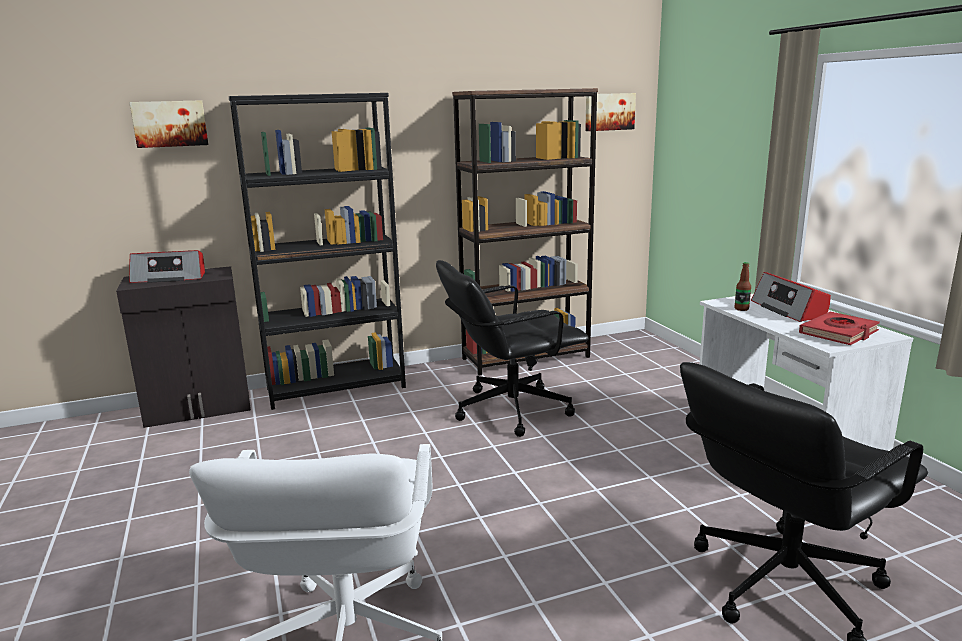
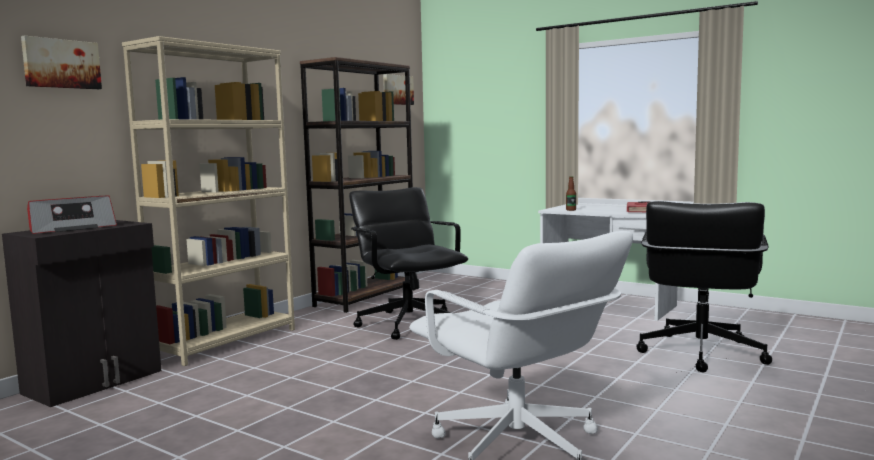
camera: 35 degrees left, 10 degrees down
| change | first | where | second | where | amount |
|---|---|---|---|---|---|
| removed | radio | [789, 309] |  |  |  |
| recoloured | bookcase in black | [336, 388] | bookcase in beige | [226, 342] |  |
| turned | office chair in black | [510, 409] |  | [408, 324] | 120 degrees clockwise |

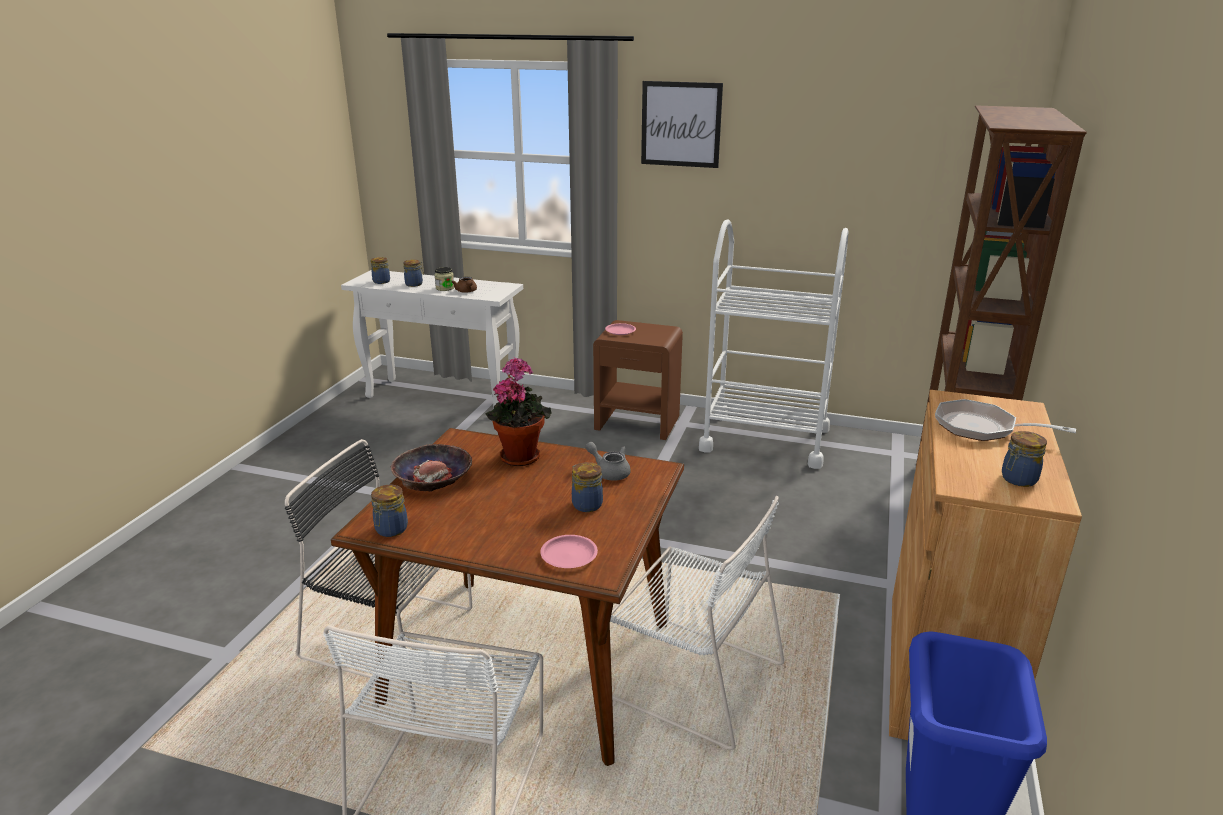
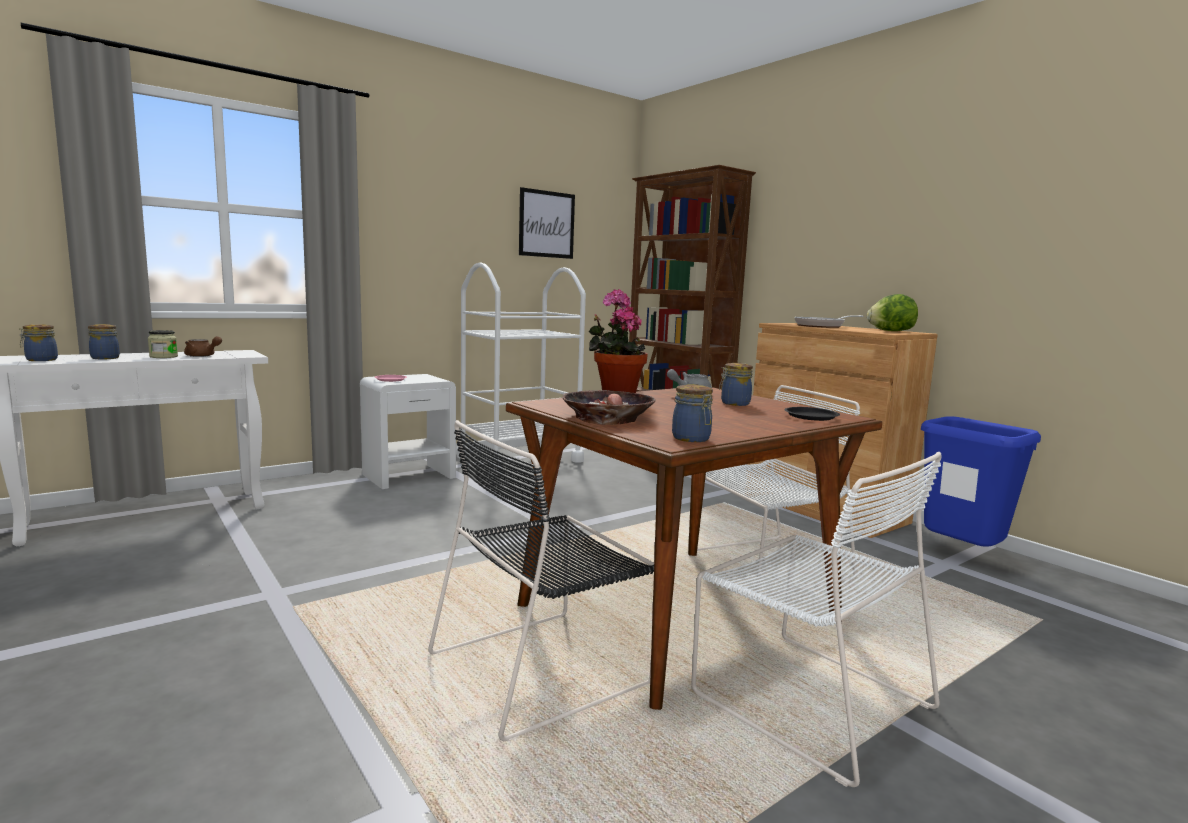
camera: 55 degrees left, 15 degrees down
| change | first | where | second | where | amount |
|---|---|---|---|---|---|
| moved | picture | [681, 124] |  | [546, 224] |  |
| replaced | jar | [1017, 479] | lettuce | [890, 331] |  |
| recoloured | plate in pink | [569, 555] | plate in black | [810, 417] |  |
| recoloured | nightstand in brown | [638, 422] | nightstand in white | [409, 476] |  |

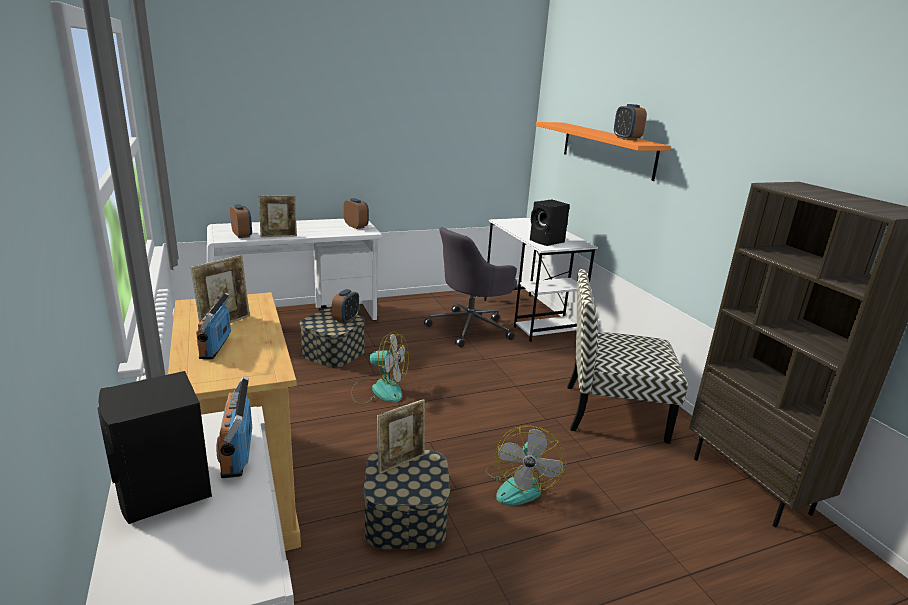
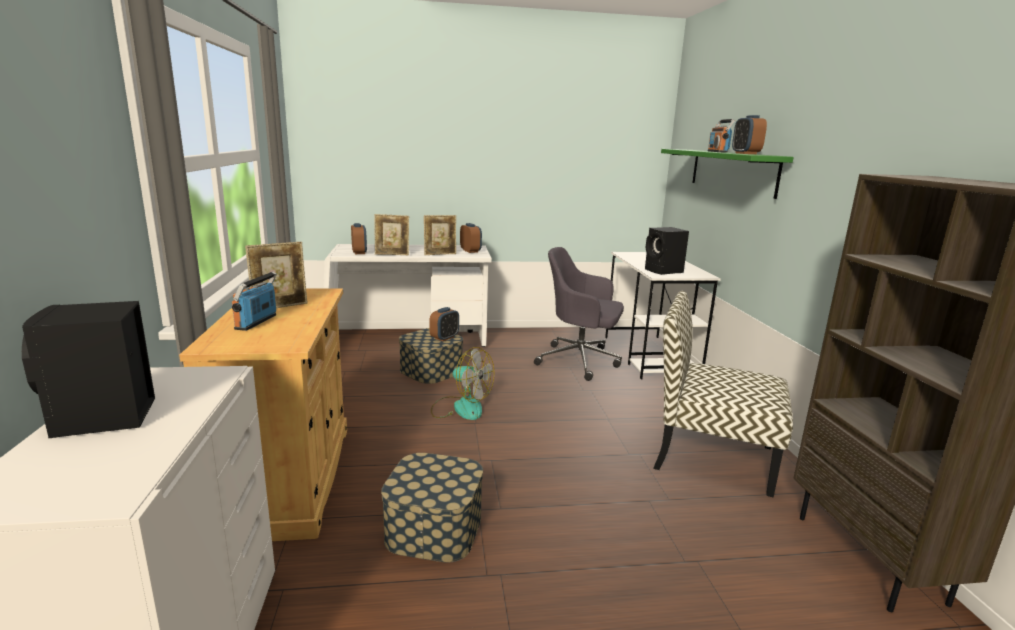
camera: 15 degrees right, 5 degrees down
| change | first | where | second | where | amount |
|---|---|---|---|---|---|
| removed | fan | [520, 485] |  |  |  |
| moved | radio | [236, 453] |  | [717, 152] |  |
| moved | picture frame | [401, 462] |  | [440, 254] |  |
| recoloured | shelf in orange | [607, 149] | shelf in green | [732, 171] |  |
| turned | office chair in grey | [471, 328] |  | [580, 361] | 45 degrees clockwise |

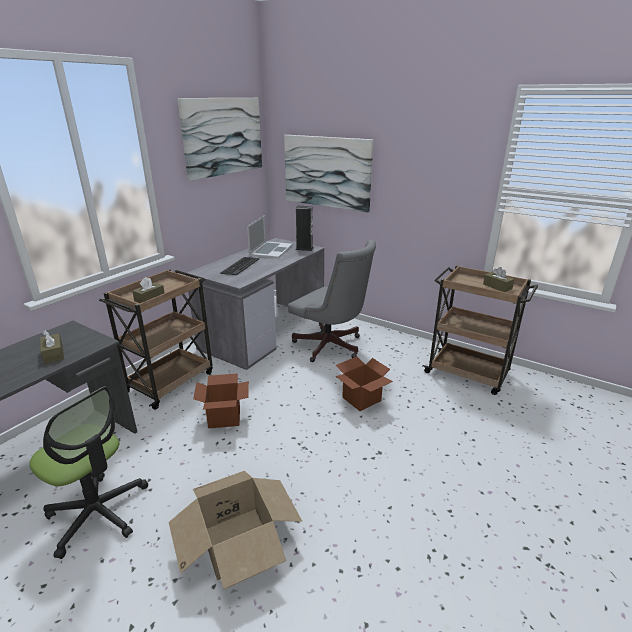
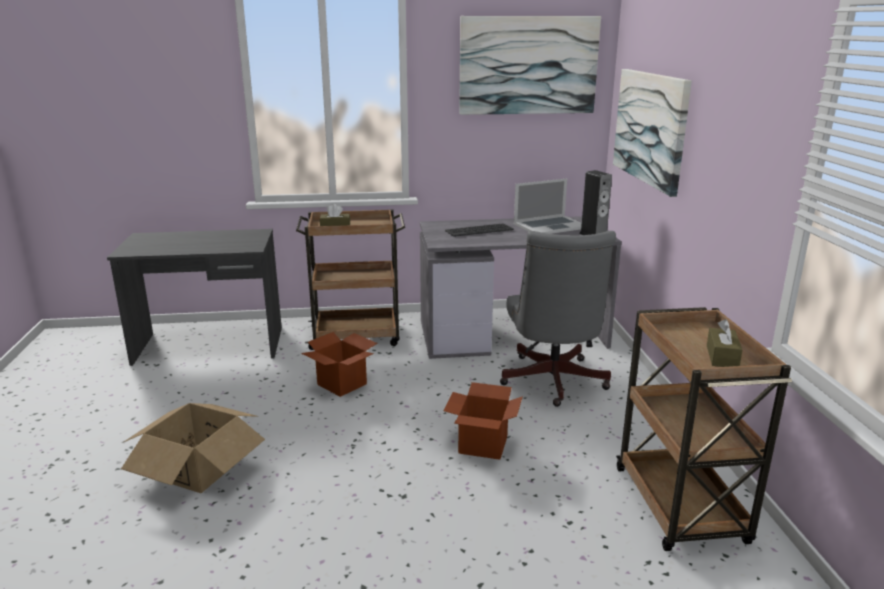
camera: 50 degrees right, 5 degrees down
| change | first | where | second | where | amount |
|---|---|---|---|---|---|
| removed | office chair | [98, 513] |  |  |  |
| removed | tissue box in brown | [53, 354] |  |  |  |

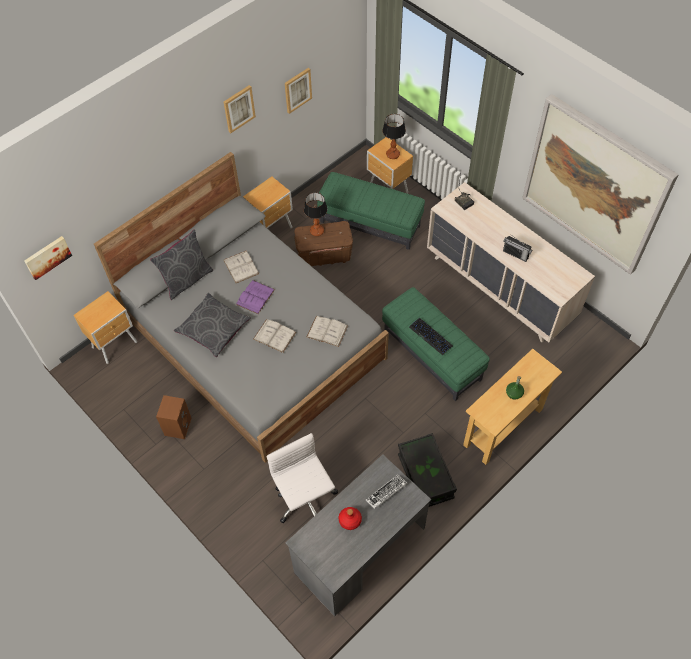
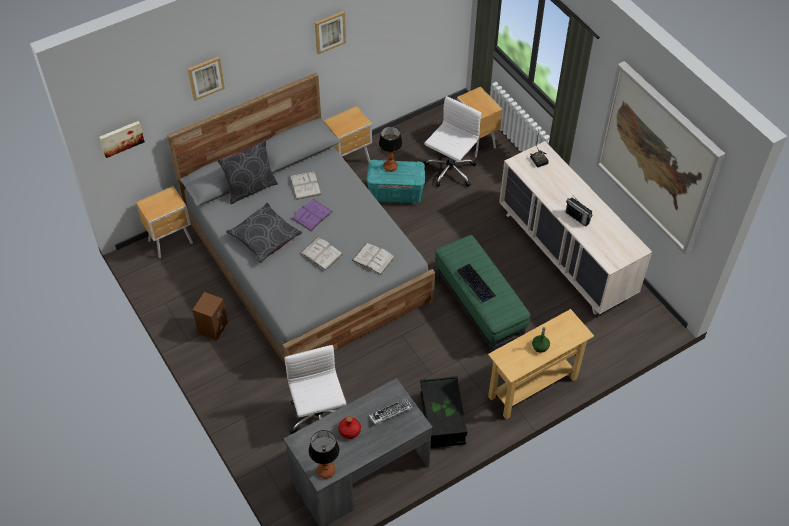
camera: 10 degrees right, 5 degrees down
| change | first | where | second | where | amount |
|---|---|---|---|---|---|
| moved | picture | [297, 90] |  | [205, 77] |  |
| moved | table lamp | [392, 155] |  | [325, 471] |  |
| replaced | ottoman in green | [370, 223] | office chair in white | [449, 171] |  |
| recoloured | storage box in brown | [324, 255] | storage box in turquoise | [396, 193] |  |

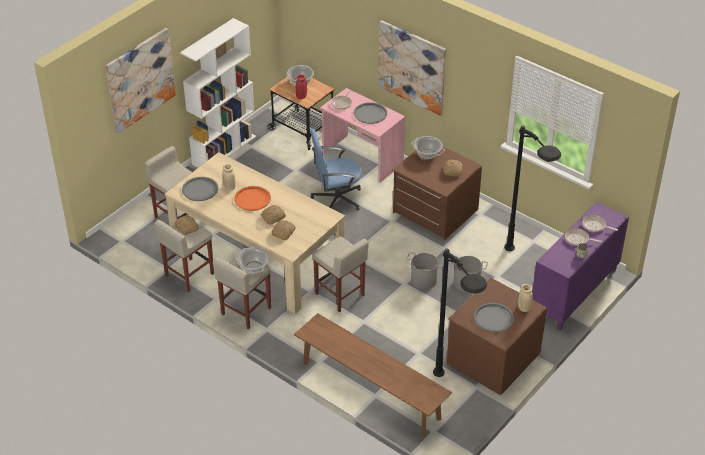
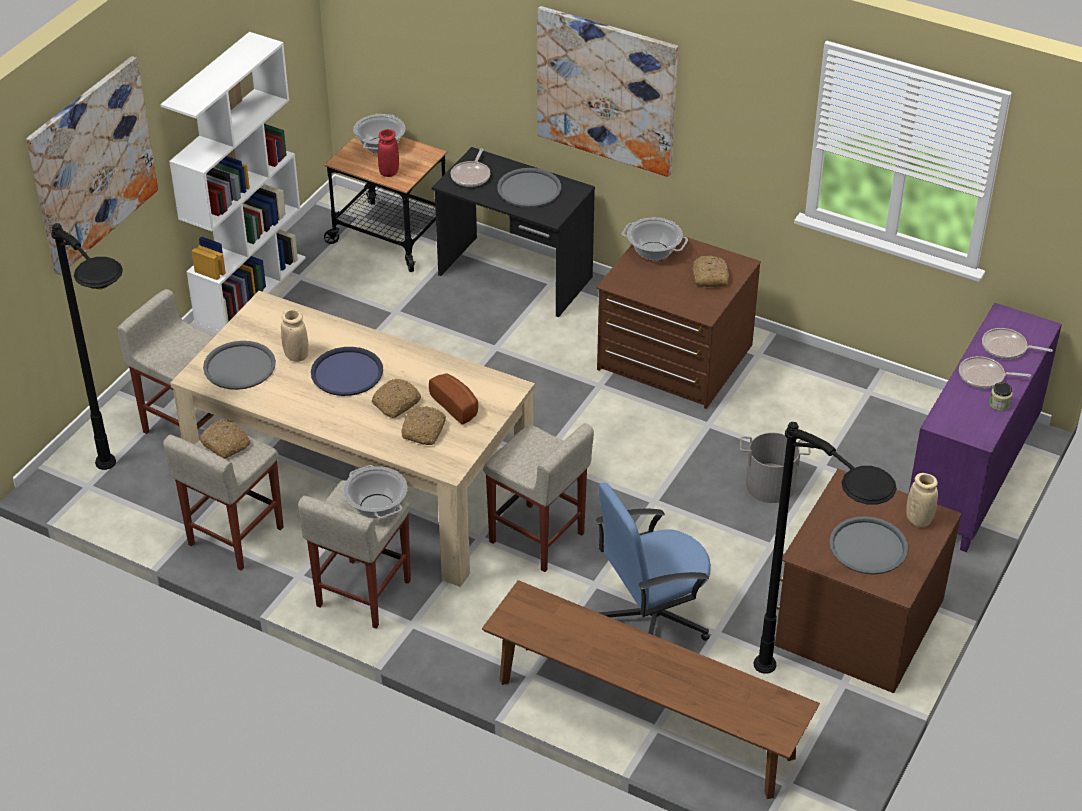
camera: 10 degrees left, 0 degrees up
| change | first | where | second | where | amount |
|---|---|---|---|---|---|
| removed | bucket in grey | [423, 280] |  |  |  |
| added |  |  | bread | [457, 405] |  |
| moved | office chair in blue | [336, 199] |  | [652, 618] |  |
| moved | floor lamp in black | [526, 269] |  | [134, 501] |  |
| recoloured | tray in orange | [252, 199] | tray in blue | [347, 373] |  |
| recoloured | desk in pink | [362, 159] | desk in black | [514, 277] |  |

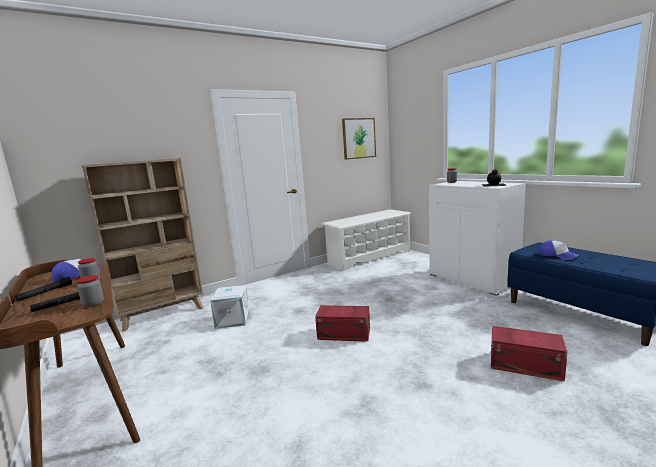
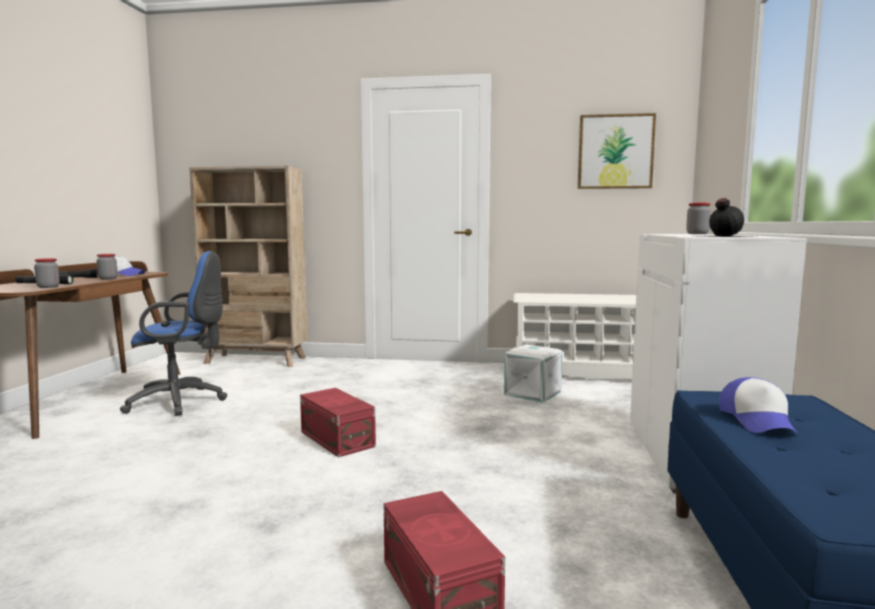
camera: 40 degrees right, 5 degrees down
| change | first | where | second | where | amount |
|---|---|---|---|---|---|
| added |  |  | office chair in blue | [181, 402] |  |
| moved | storage box in white | [233, 319] |  | [533, 393] |  |

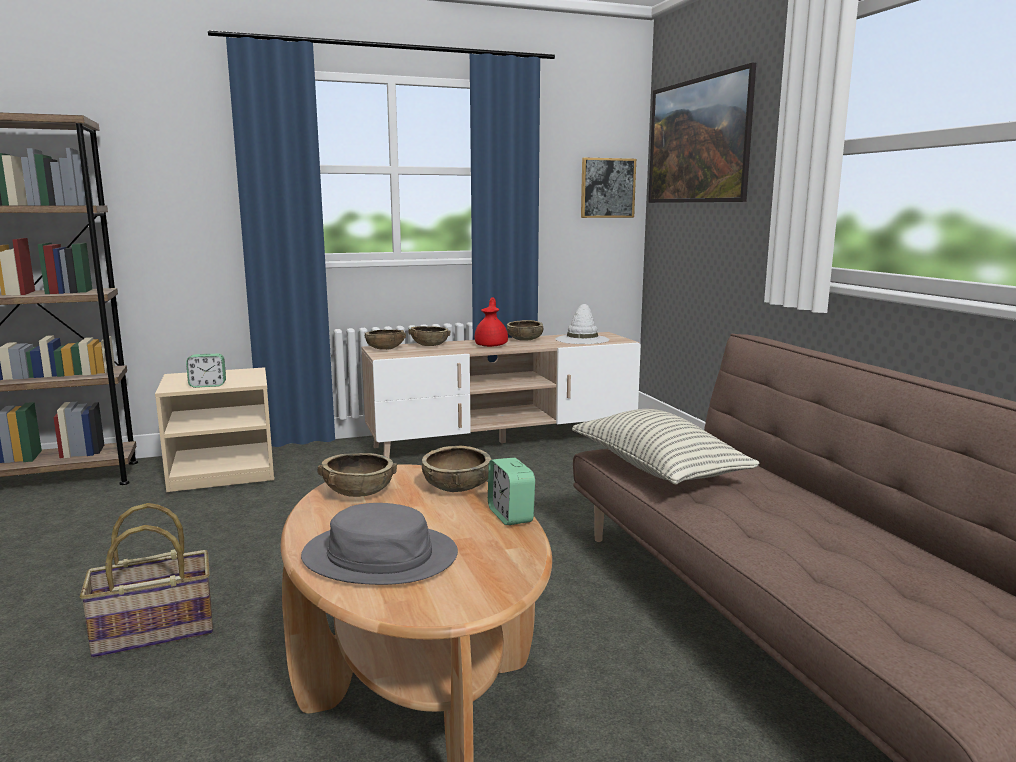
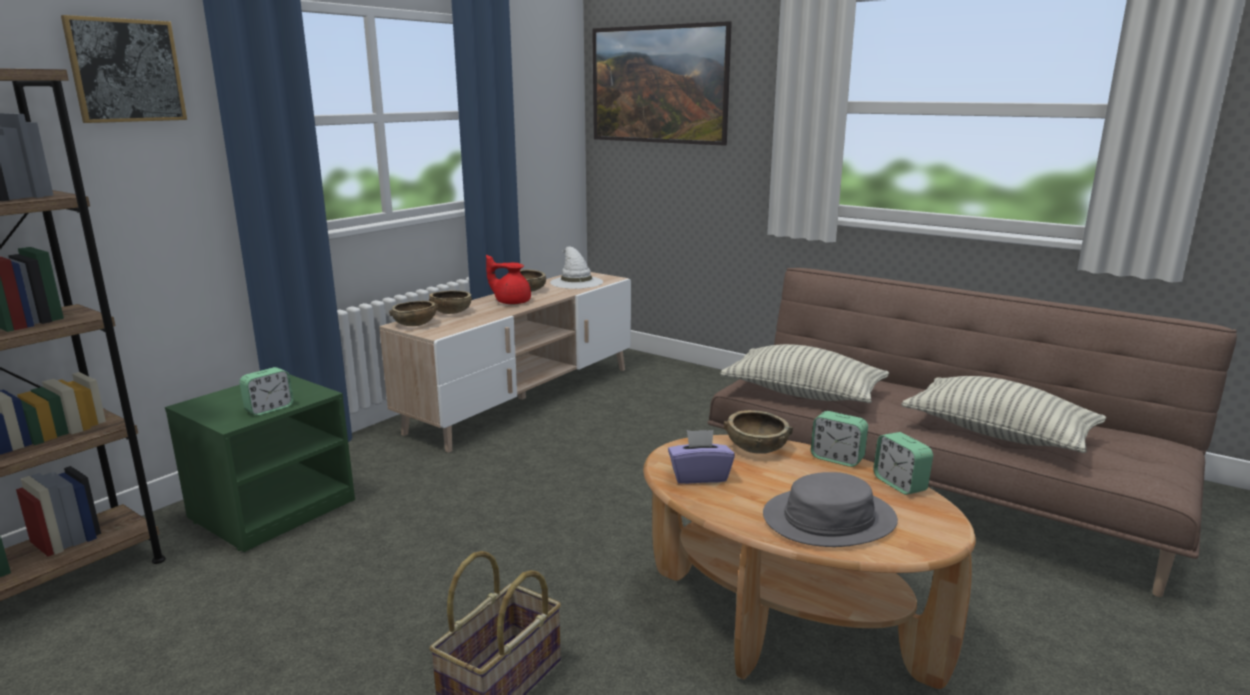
camera: 35 degrees left, 5 degrees up
| change | first | where | second | where | amount |
|---|---|---|---|---|---|
| added |  |  | alarm clock | [900, 484] |  |
| added |  |  | pillow | [998, 434] |  |
| moved | picture | [607, 188] |  | [126, 70] |  |
| replaced | bowl in brown | [358, 493] | tissue box in purple | [699, 476] |  |
| recoloured | nightstand in beige | [224, 472] | nightstand in green | [273, 509] |  |
| turned | teapot in red | [492, 345] |  | [511, 302] | 45 degrees counterclockwise |

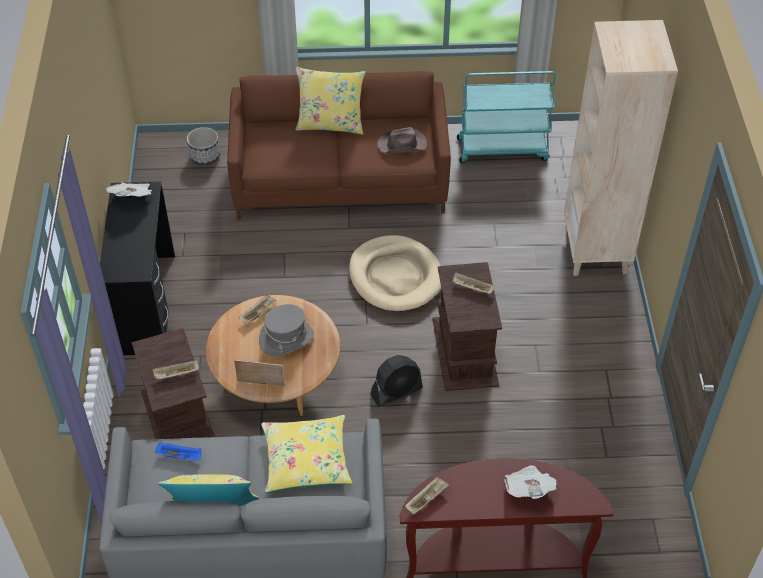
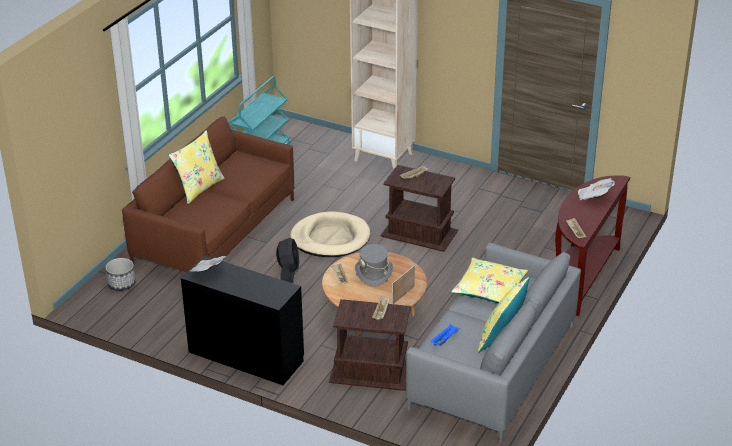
camera: 60 degrees left, 15 degrees down
| change | first | where | second | where | amount |
|---|---|---|---|---|---|
| removed | hat in brown | [402, 144] |  |  |  |
| moved | fan in black | [396, 391] |  | [288, 271] |  |

